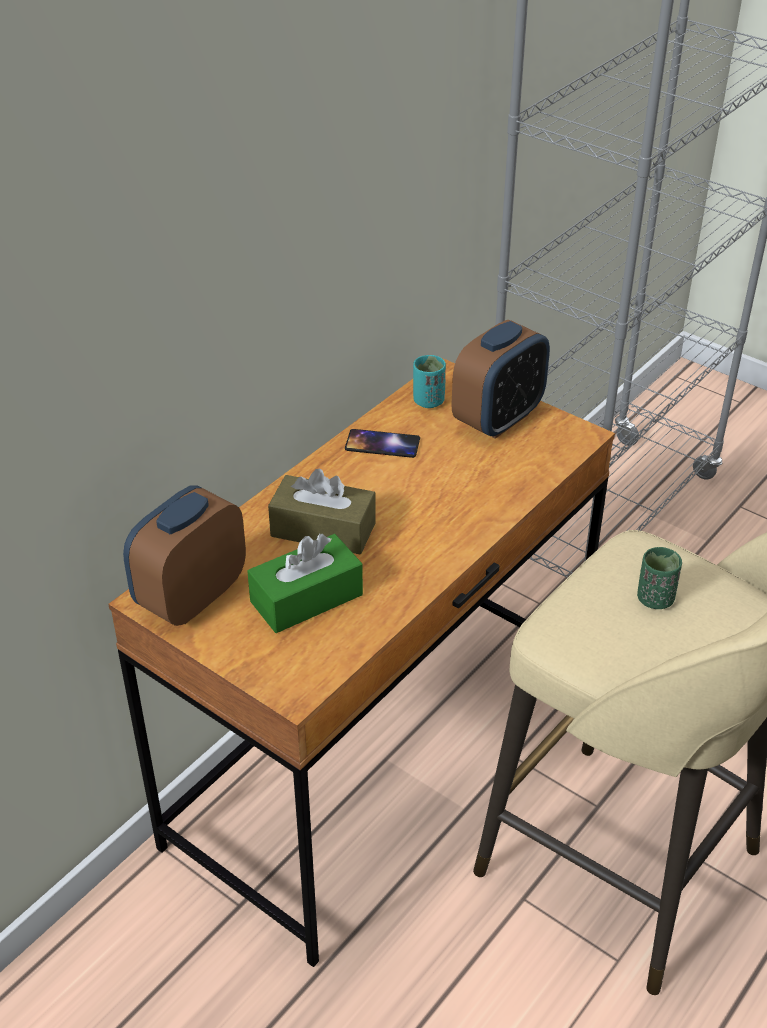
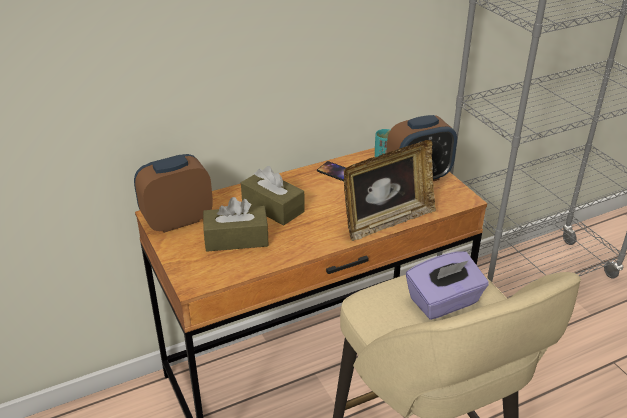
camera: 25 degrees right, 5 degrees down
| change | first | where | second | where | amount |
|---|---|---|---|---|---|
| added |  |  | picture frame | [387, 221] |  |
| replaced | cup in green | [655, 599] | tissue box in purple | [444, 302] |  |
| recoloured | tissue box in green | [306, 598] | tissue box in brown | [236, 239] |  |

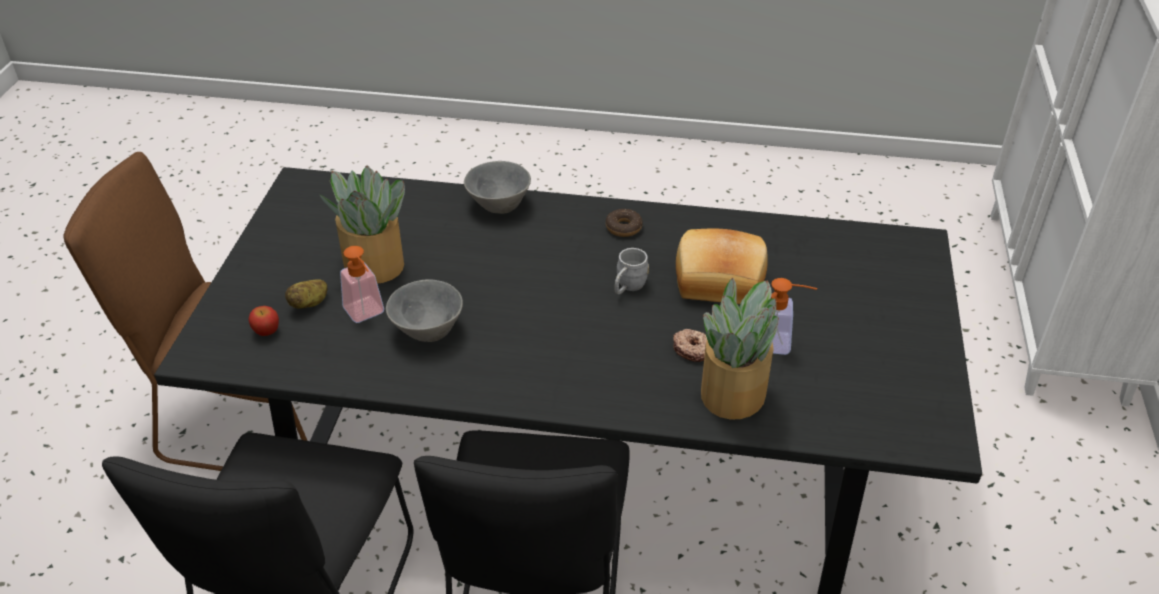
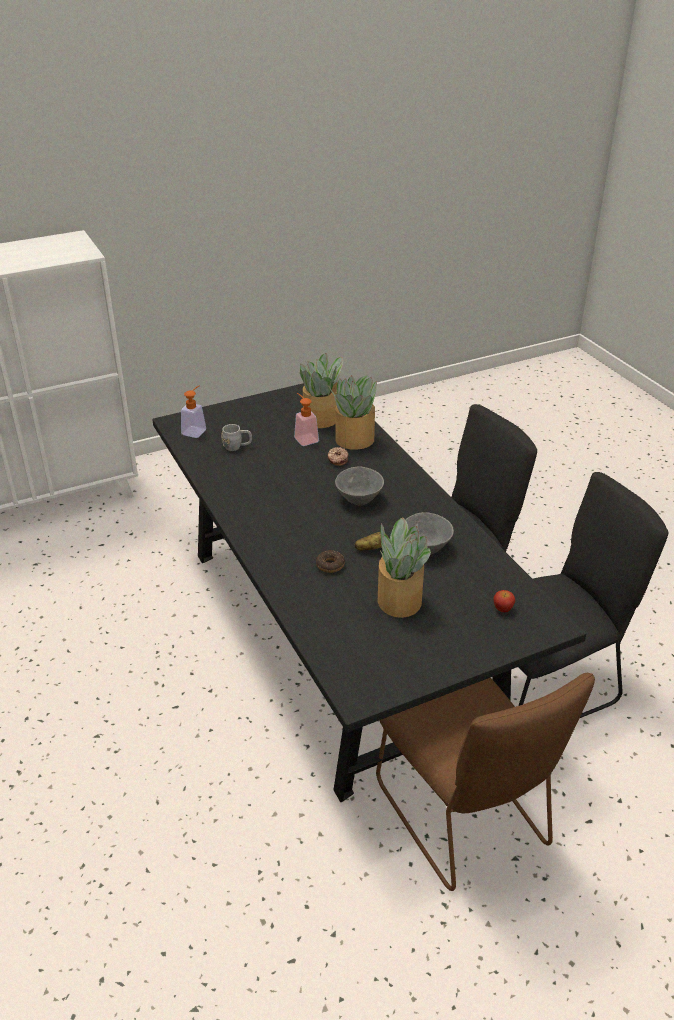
camera: 125 degrees left, 5 degrees down
| change | first | where | second | where | amount |
|---|---|---|---|---|---|
| removed | bread | [719, 282] |  |  |  |
| added |  |  | potted plant | [322, 418] |  |
| moved | potato | [310, 303] |  | [371, 549] |  |
| moved | soap dispenser | [367, 314] |  | [196, 430] |  |
| moved | bowl in grey | [499, 203] |  | [357, 499] |  |
| moved | donut | [623, 227] |  | [330, 565] |  |
| moved | mug in grey | [628, 287] |  | [237, 447] |  |

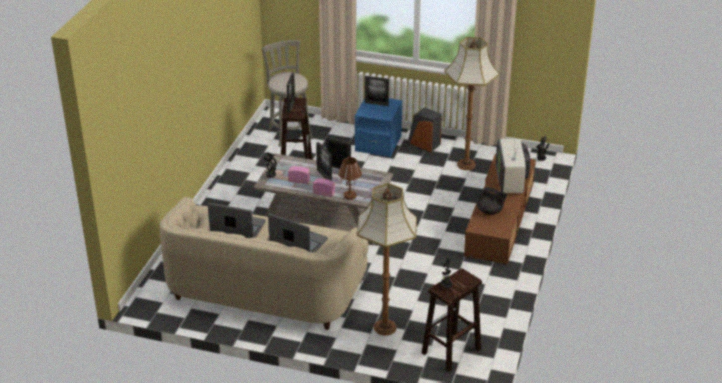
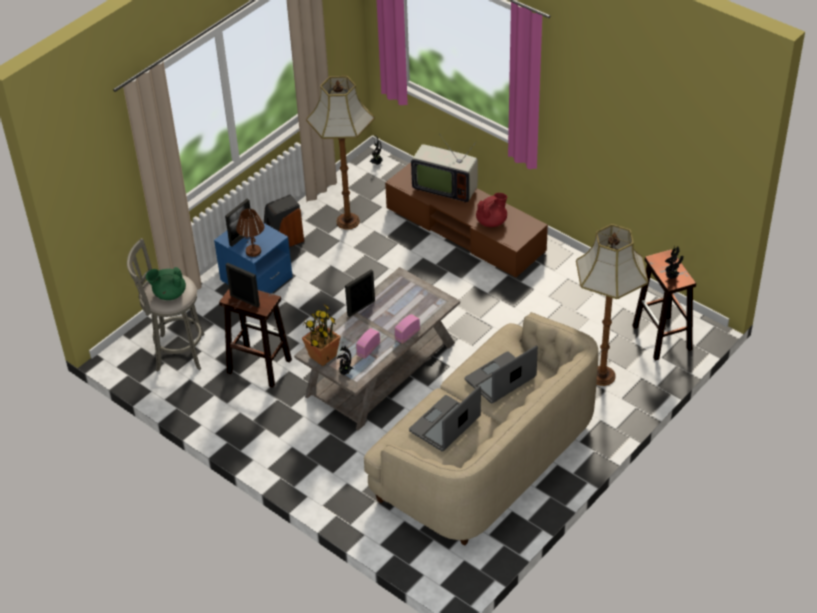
camera: 65 degrees left, 10 degrees up
| change | first | where | second | where | amount |
|---|---|---|---|---|---|
| removed | picture frame | [324, 176] |  |  |  |
| added |  |  | teapot in green | [169, 294] |  |
| added |  |  | potted plant | [322, 356] |  |
| moved | table lamp in brown | [350, 196] |  | [253, 251] |  |
| recoloured | teapot in black | [490, 211] | teapot in red | [492, 222] |  |

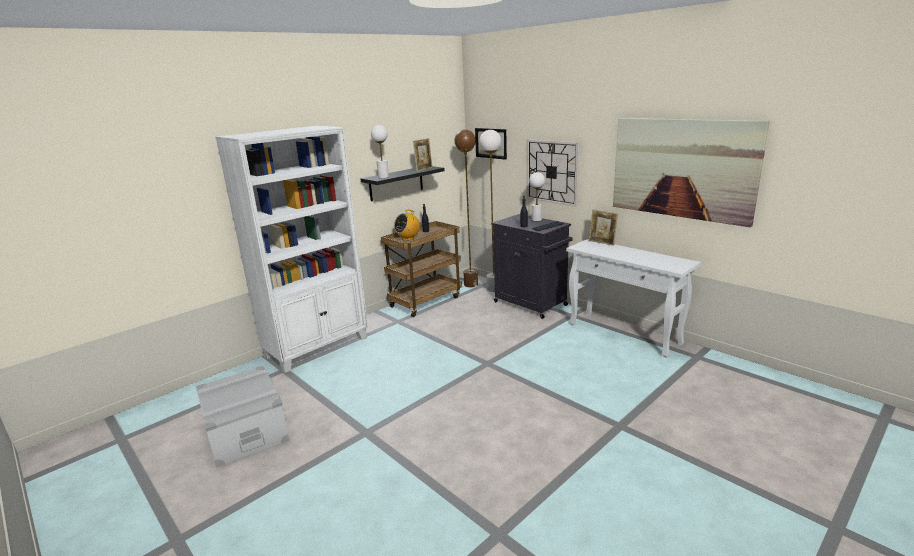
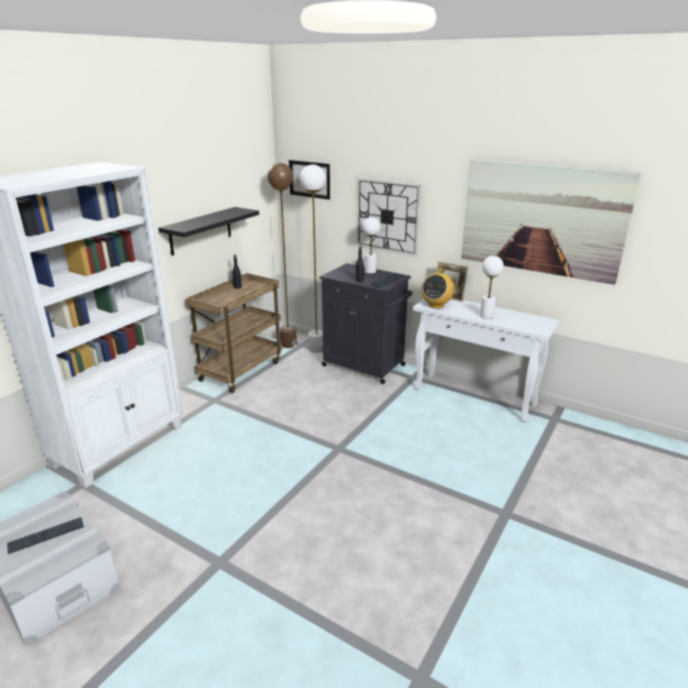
camera: 15 degrees left, 5 degrees up
| change | first | where | second | where | amount |
|---|---|---|---|---|---|
| removed | picture frame | [424, 169] |  |  |  |
| added |  |  | keyboard | [46, 536] |  |
| moved | table lamp in white | [383, 177] |  | [486, 316] |  |
| moved | radio | [408, 238] |  | [436, 305] |  |

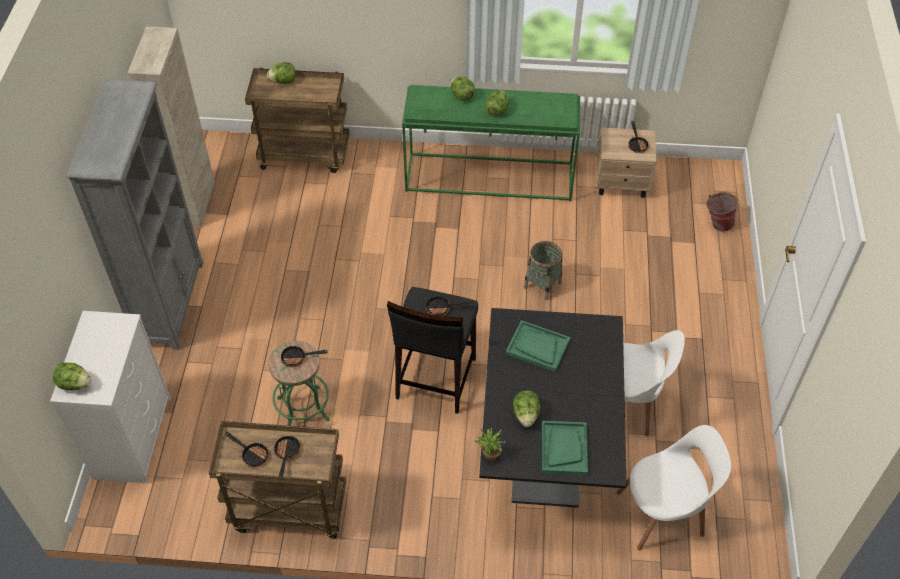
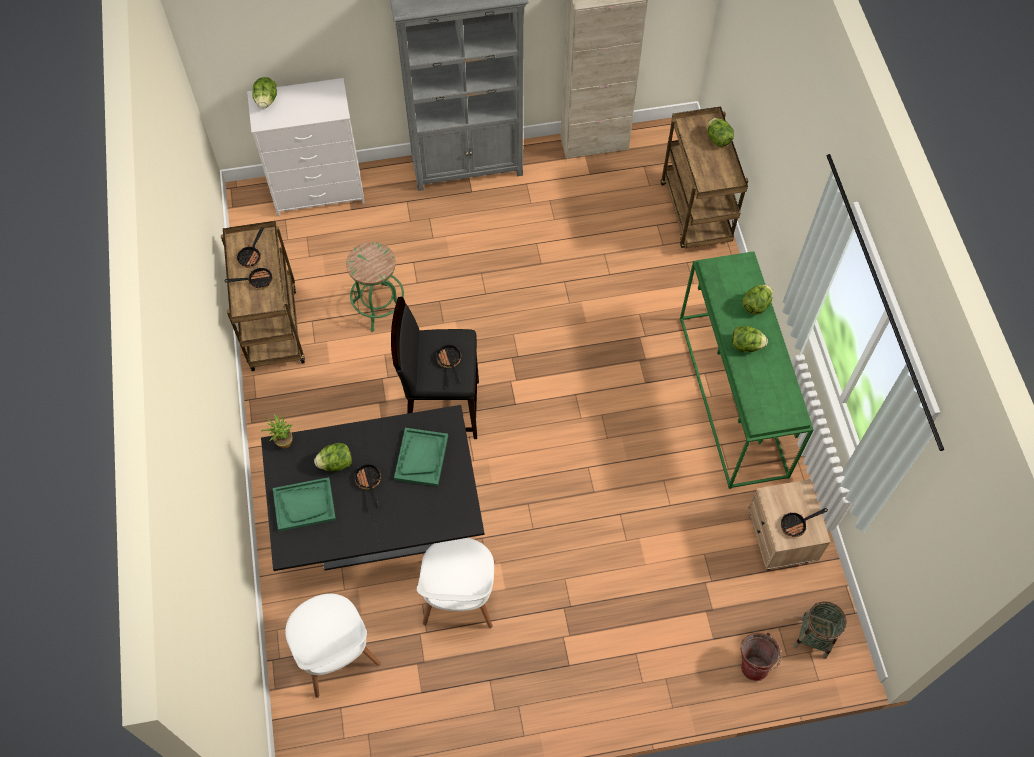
camera: 75 degrees right, 10 degrees up
| change | first | where | second | where | amount |
|---|---|---|---|---|---|
| moved | frying pan | [297, 358] |  | [369, 482] |  |
| moved | basket | [542, 285] |  | [813, 637] |  |

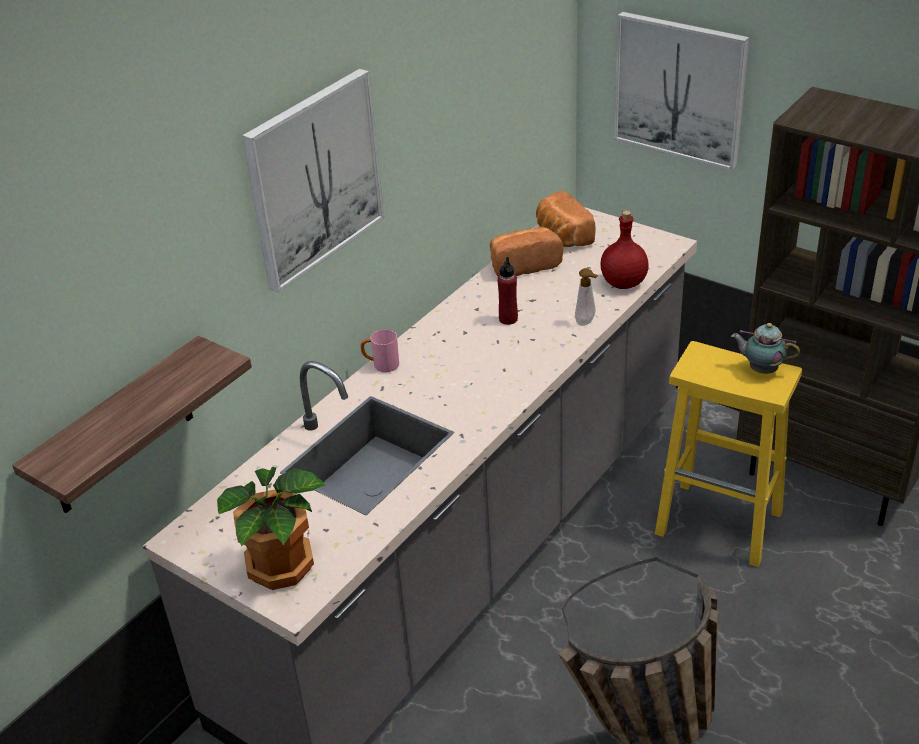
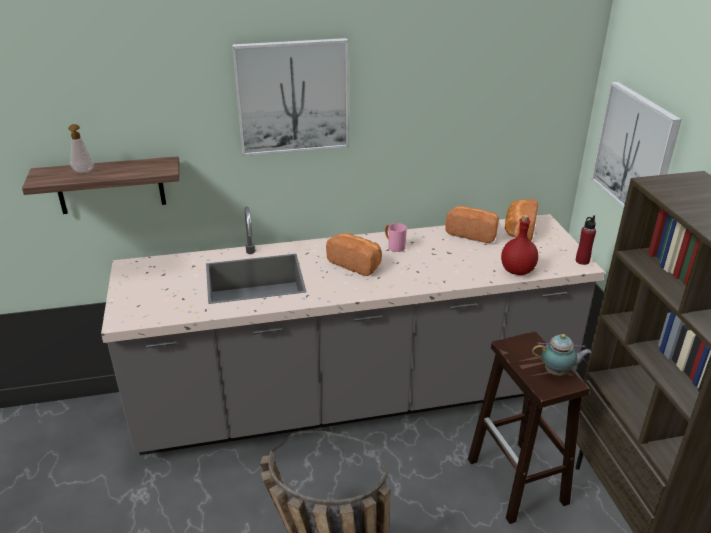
camera: 40 degrees right, 5 degrees down
| change | first | where | second | where | amount |
|---|---|---|---|---|---|
| removed | potted plant | [283, 567] |  |  |  |
| added |  |  | bread | [356, 264] |  |
| moved | mug in pink | [381, 365] |  | [394, 246] |  |
| moved | bottle in red | [508, 319] |  | [582, 261] |  |
| moved | soap dispenser | [586, 322] |  | [83, 172] |  |
| recoloured | stool in yellow | [721, 523] | stool in brown | [518, 482] |  |
| turned | teapot | [761, 369] |  | [557, 372] | 120 degrees clockwise |

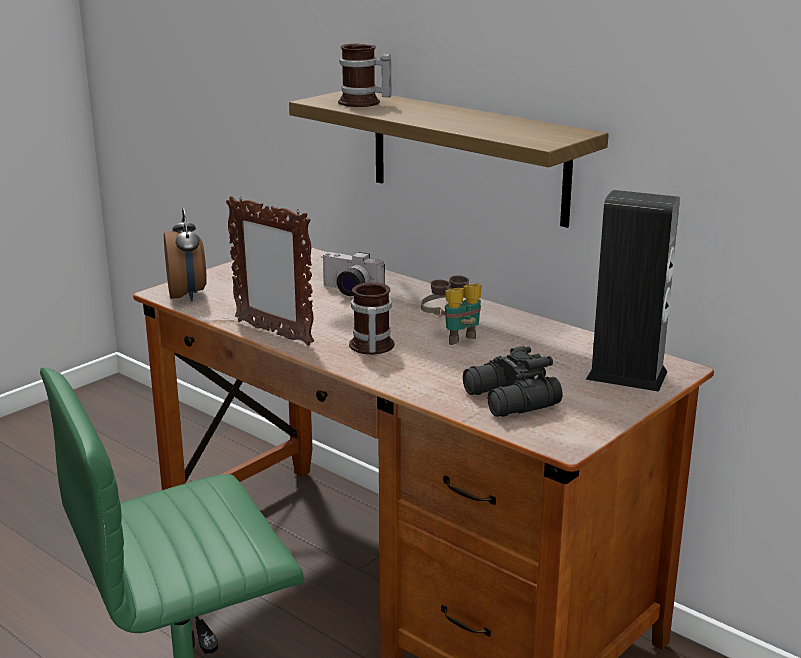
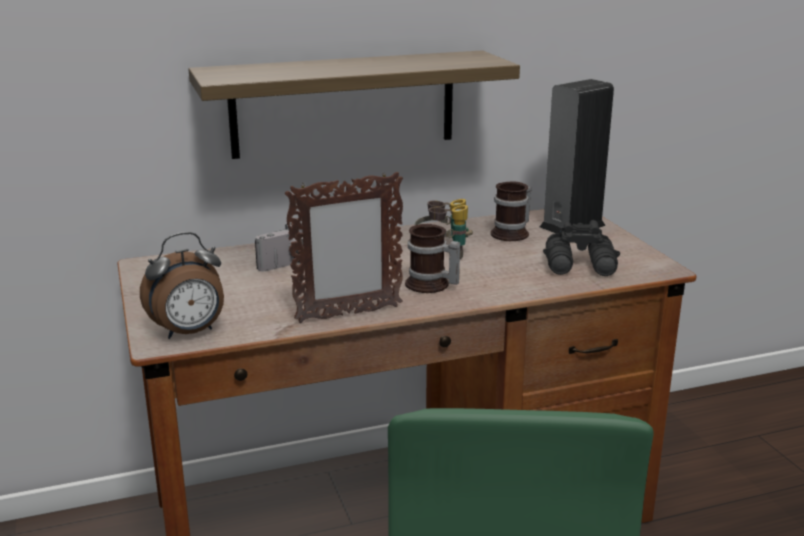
camera: 60 degrees left, 0 degrees up
| change | first | where | second | where | amount |
|---|---|---|---|---|---|
| moved | mug | [363, 103] |  | [513, 233] |  |
| turned | alarm clock | [188, 295] |  | [189, 333] | 135 degrees clockwise |

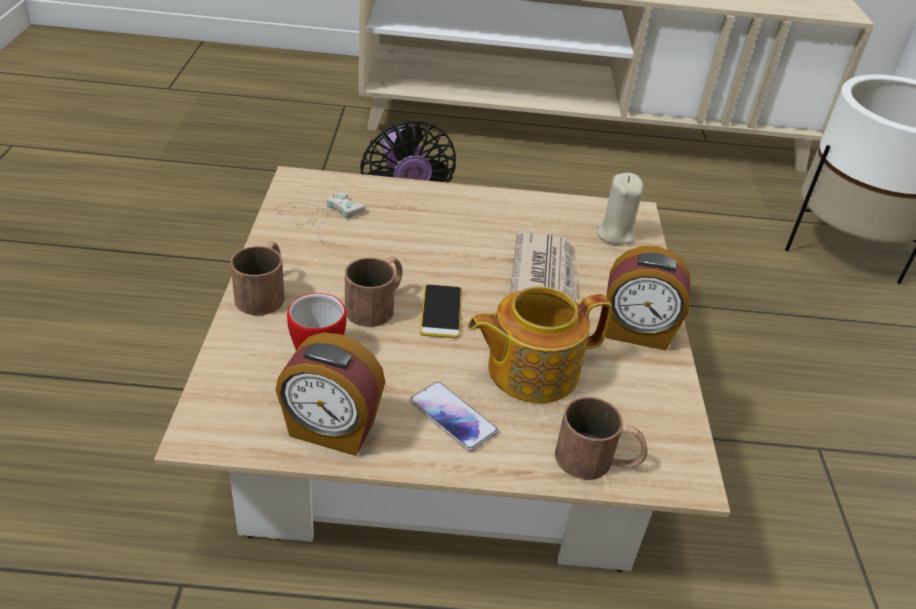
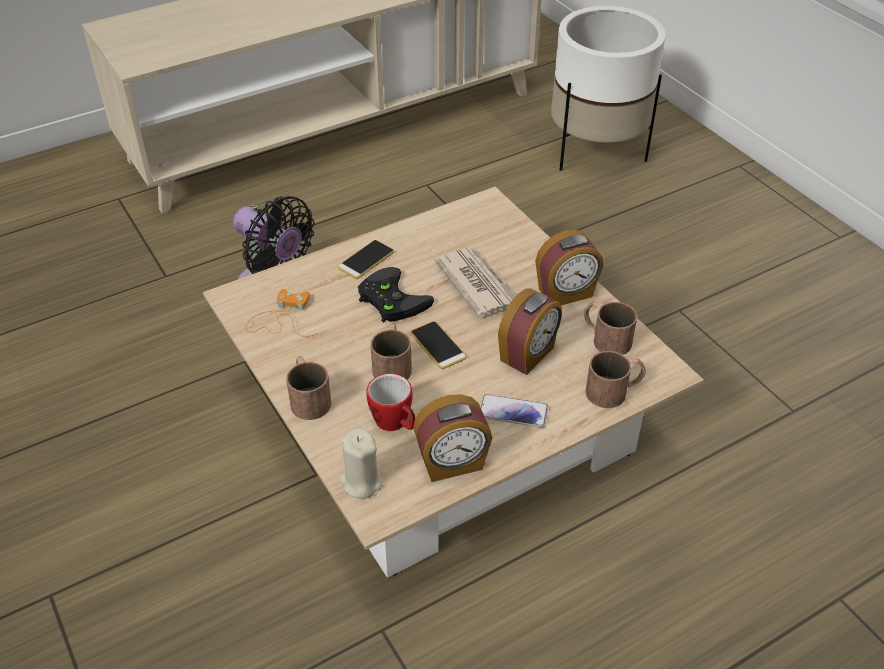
camera: 30 degrees left, 5 degrees up
| change | first | where | second | where | amount |
|---|---|---|---|---|---|
| added |  |  | phone | [366, 260] |  |
| added |  |  | game controller in black | [390, 299] |  |
| added |  |  | mug in brown | [605, 337] |  |
| moved | candle in beige | [614, 234] |  | [361, 482] |  |
| replaced | teapot | [530, 370] | alarm clock | [528, 355] |  |
| recoloured | game controller in white | [319, 216] | game controller in orange | [281, 318] |  |

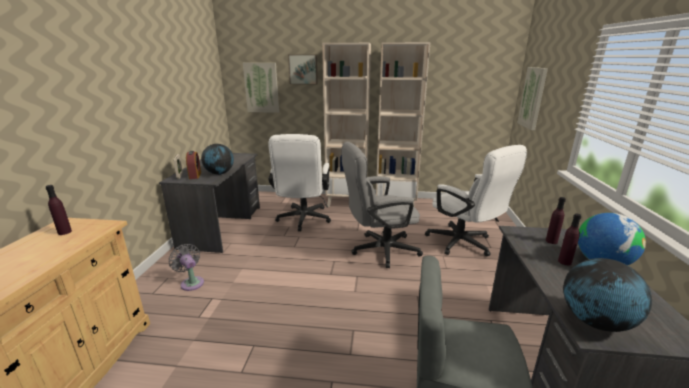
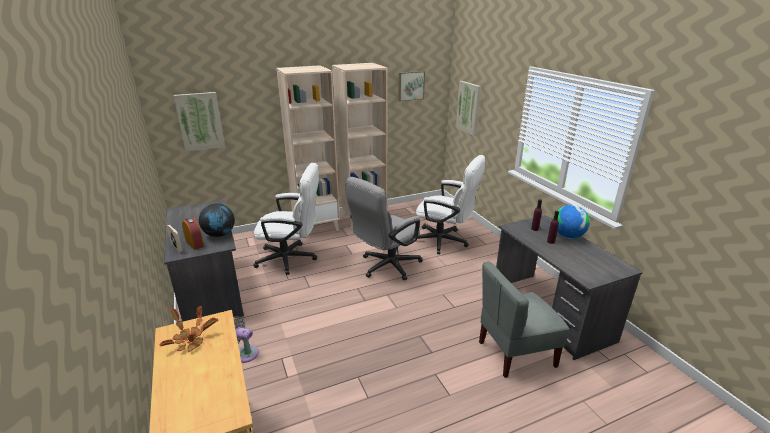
camera: 30 degrees left, 5 degrees up
| change | first | where | second | where | amount |
|---|---|---|---|---|---|
| removed | globe | [594, 322] |  |  |  |
| moved | picture | [303, 69] |  | [410, 85] |  |
| replaced | bottle in purple | [65, 232] | potted plant | [190, 339] |  |
| turned | office chair in white | [303, 220] |  | [292, 259] | 60 degrees counterclockwise |

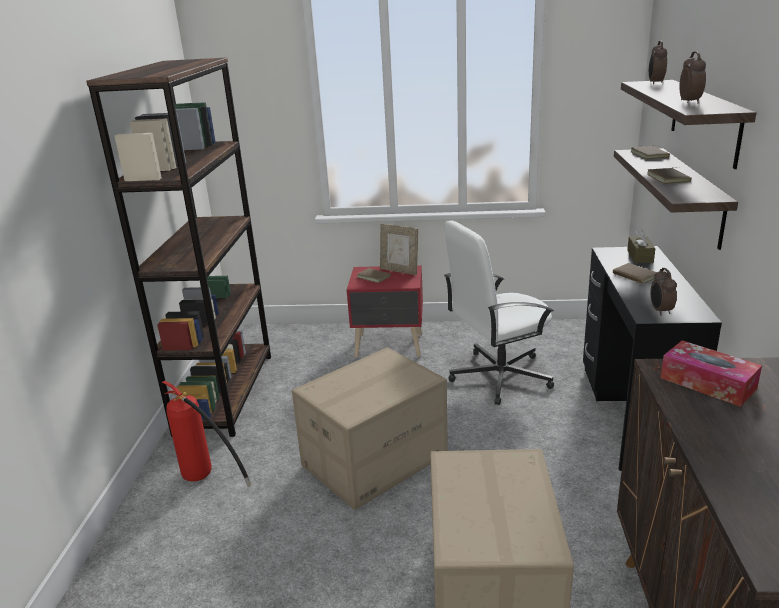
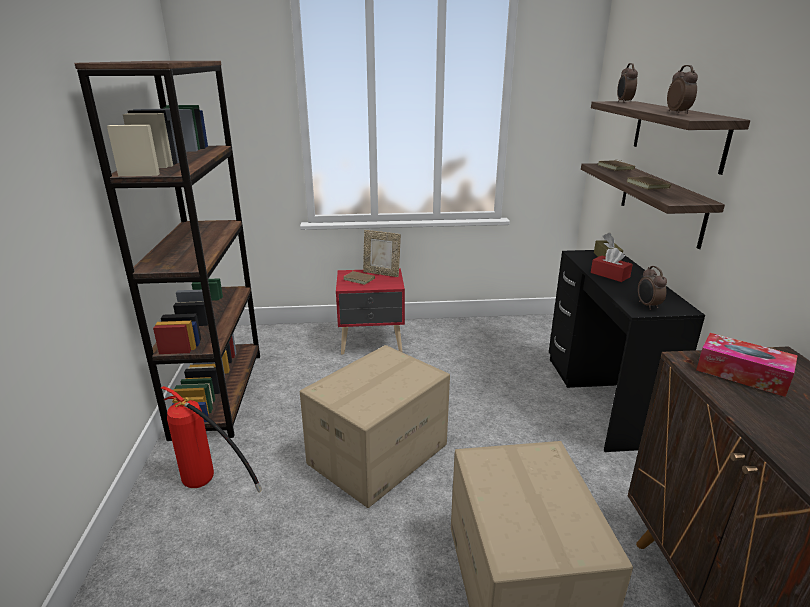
camera: 10 degrees left, 0 degrees up
| change | first | where | second | where | amount |
|---|---|---|---|---|---|
| removed | office chair in white | [498, 376] |  |  |  |
| replaced | book in brown | [634, 276] | tissue box in red | [610, 275] |  |

